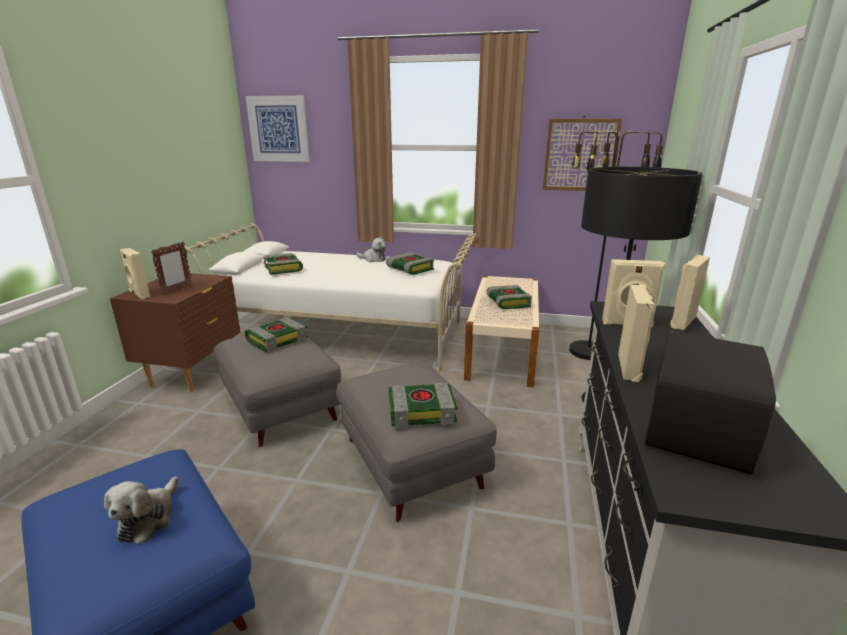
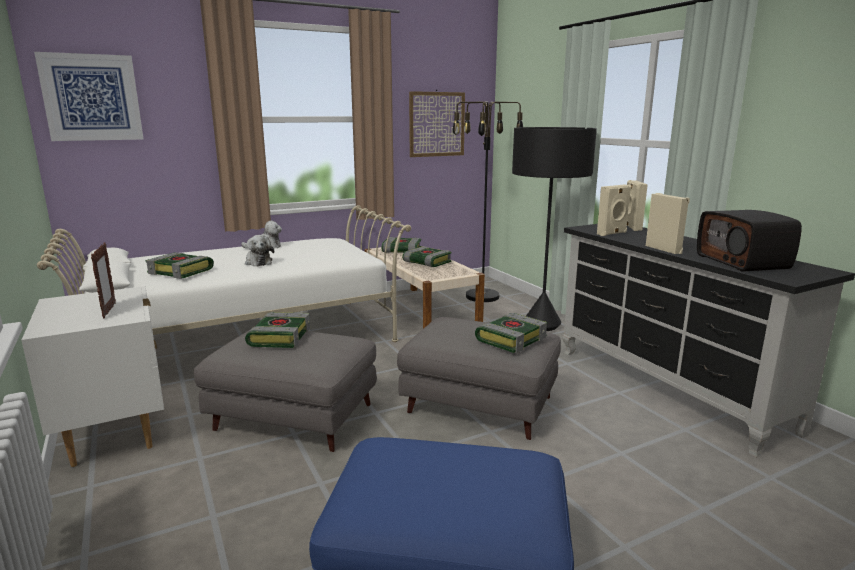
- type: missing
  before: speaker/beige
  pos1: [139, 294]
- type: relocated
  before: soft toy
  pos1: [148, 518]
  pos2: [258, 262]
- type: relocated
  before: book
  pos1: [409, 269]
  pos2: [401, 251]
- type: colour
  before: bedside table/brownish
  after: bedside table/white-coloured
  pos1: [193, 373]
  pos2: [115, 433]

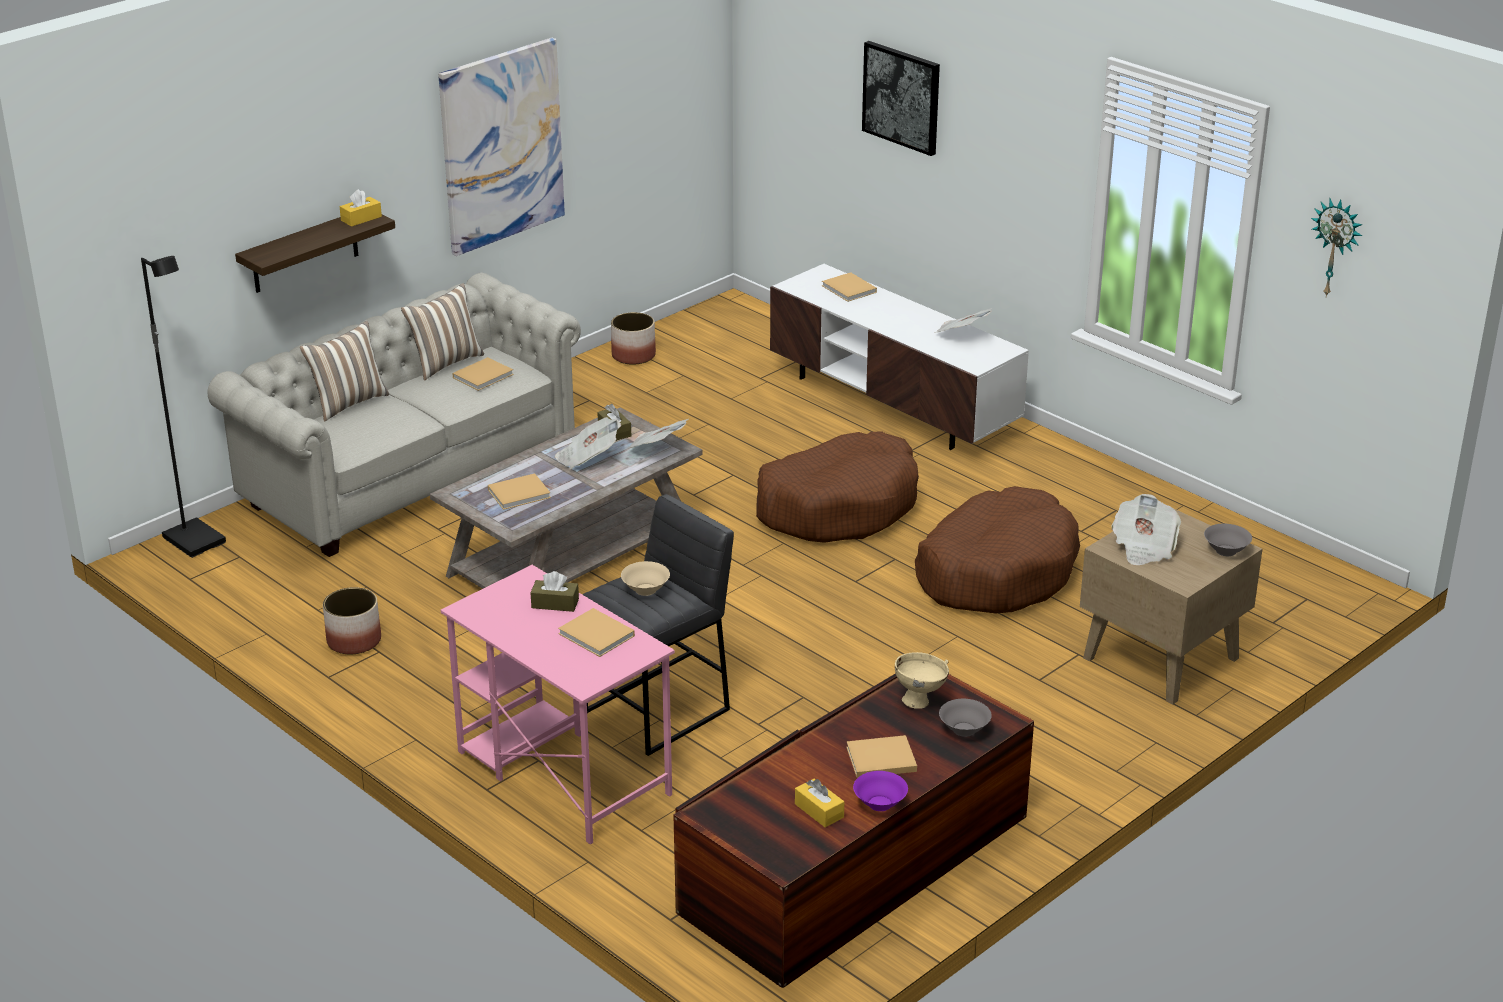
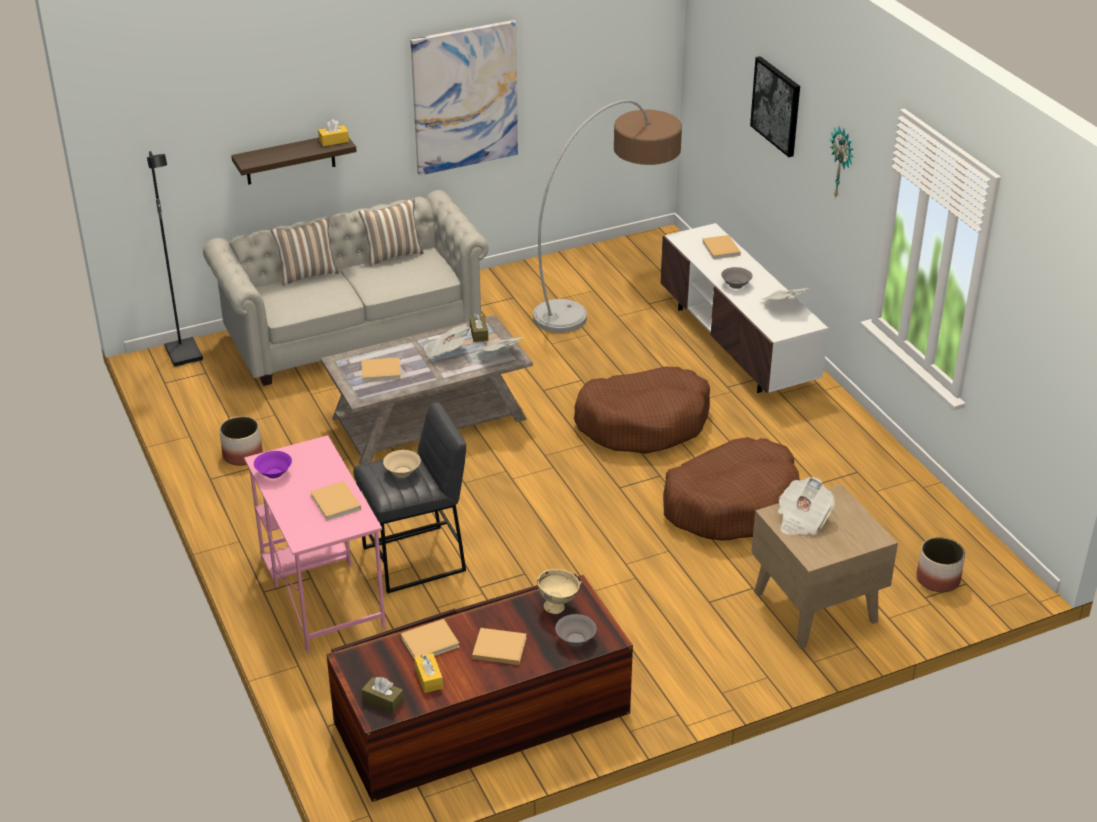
- type: appeared
  after: standard lamp
  pos2: [609, 289]
- type: relocated
  before: book/beige
  pos1: [484, 375]
  pos2: [431, 641]
- type: relocated
  before: box of tissues/brownish
  pos1: [555, 603]
  pos2: [383, 701]
- type: relocated
  before: flower pot
  pos1: [634, 356]
  pos2: [938, 579]
- type: relocated
  before: deep dish/purplish
  pos1: [880, 803]
  pos2: [274, 473]
- type: relocated
  before: deep dish/gray
  pos1: [1225, 550]
  pos2: [735, 285]
- type: relocated
  before: clock on the wall
  pos1: [1335, 247]
  pos2: [842, 163]

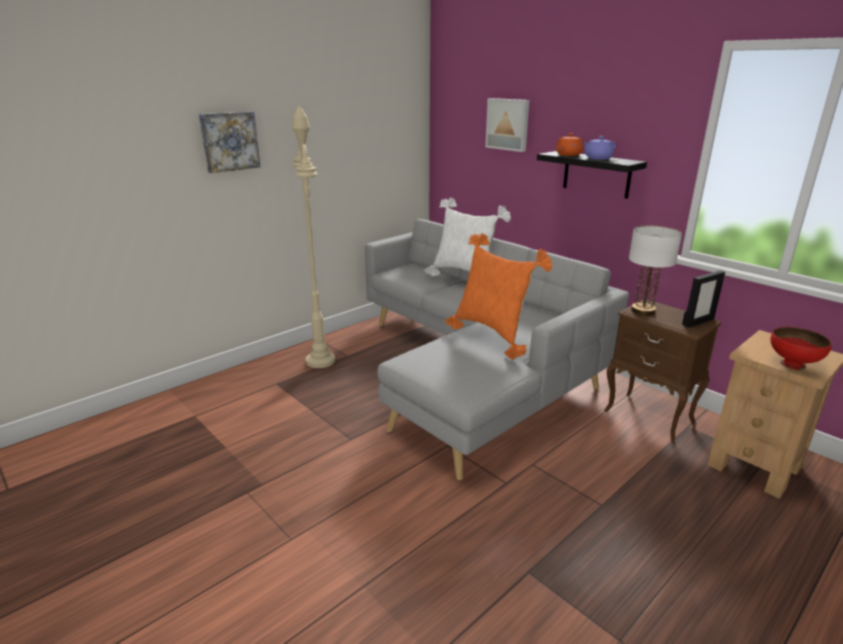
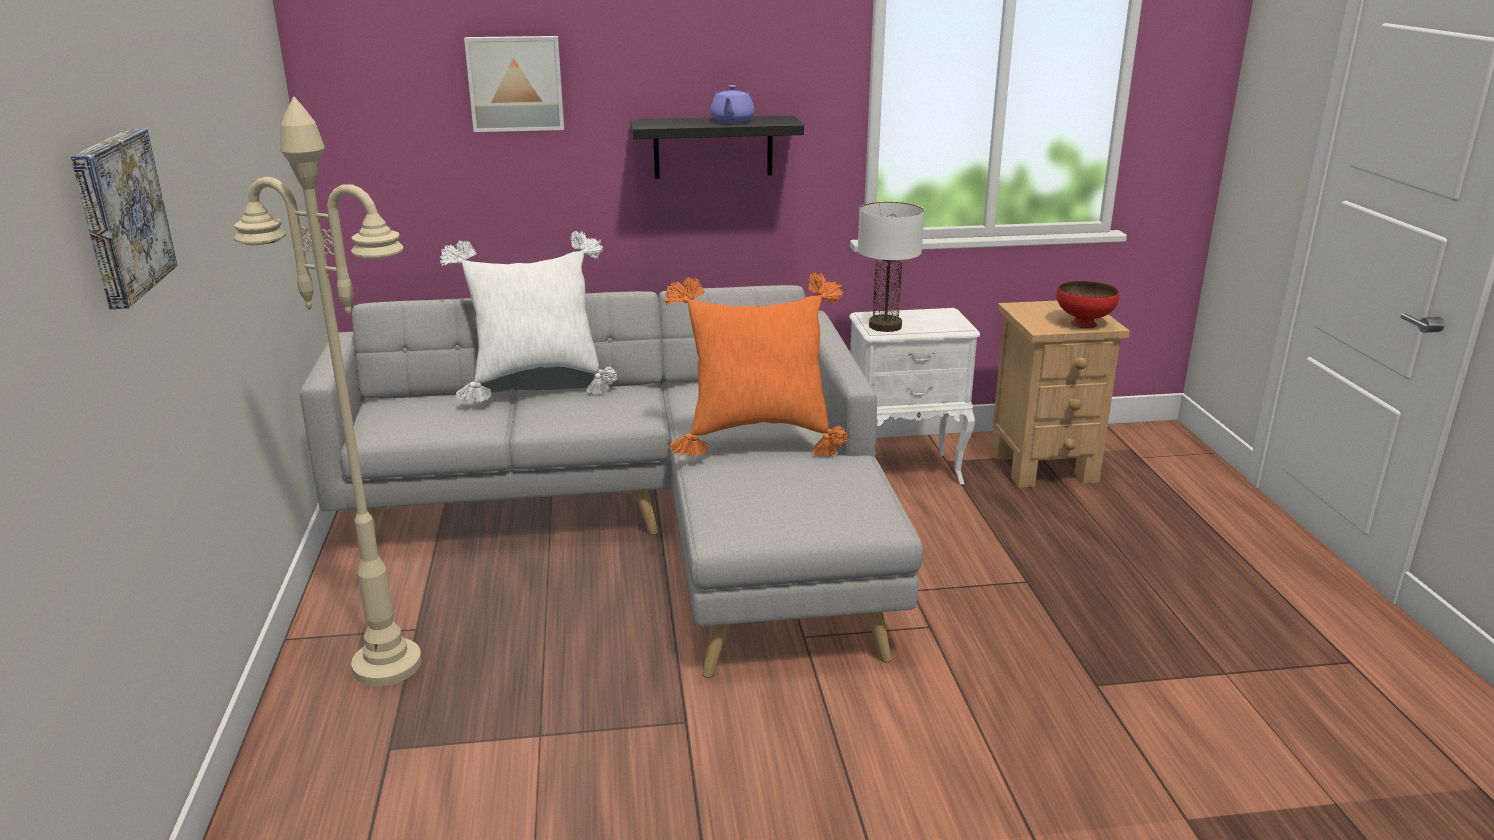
- type: missing
  before: teapot/orangey
  pos1: [568, 155]
- type: missing
  before: picture frame
  pos1: [698, 321]
- type: colour
  before: bedside table/brownish
  after: bedside table/white-coloured
  pos1: [649, 416]
  pos2: [904, 471]

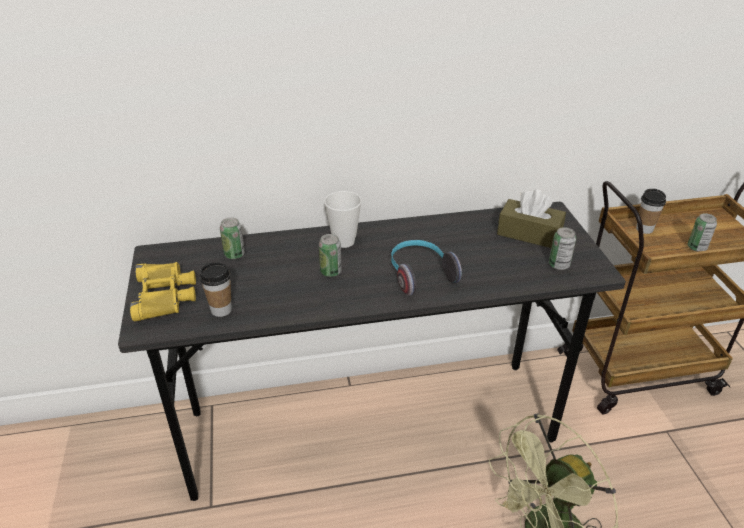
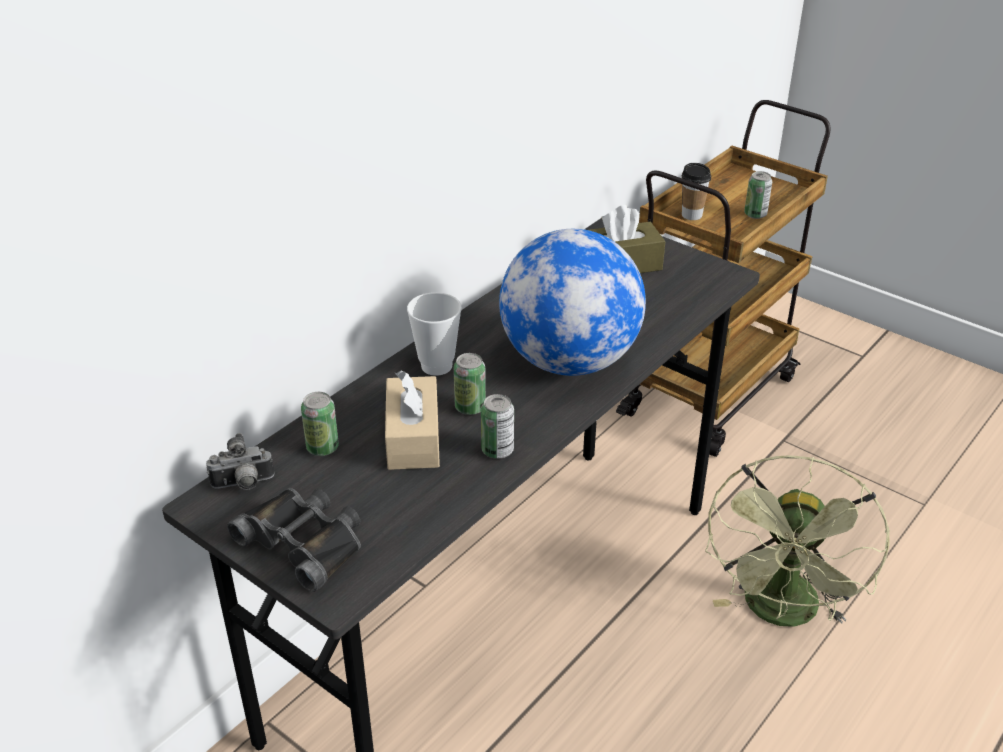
- type: missing
  before: drinking cup
  pos1: [221, 310]
- type: appeared
  after: still camera
  pos2: [243, 485]
- type: appeared
  after: box of tissues/beige
  pos2: [413, 437]
- type: relocated
  before: can
  pos1: [559, 265]
  pos2: [497, 450]
- type: exchanged
  before: pair of headphones
  after: world globe
  pos1: [420, 274]
  pos2: [569, 361]
- type: colour
  before: binoculars/yellow-coloured
  after: binoculars/black
  pos1: [165, 295]
  pos2: [304, 541]

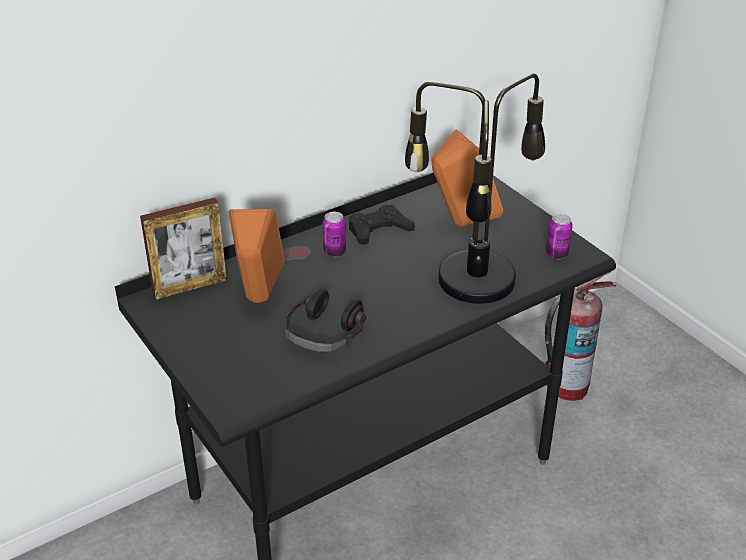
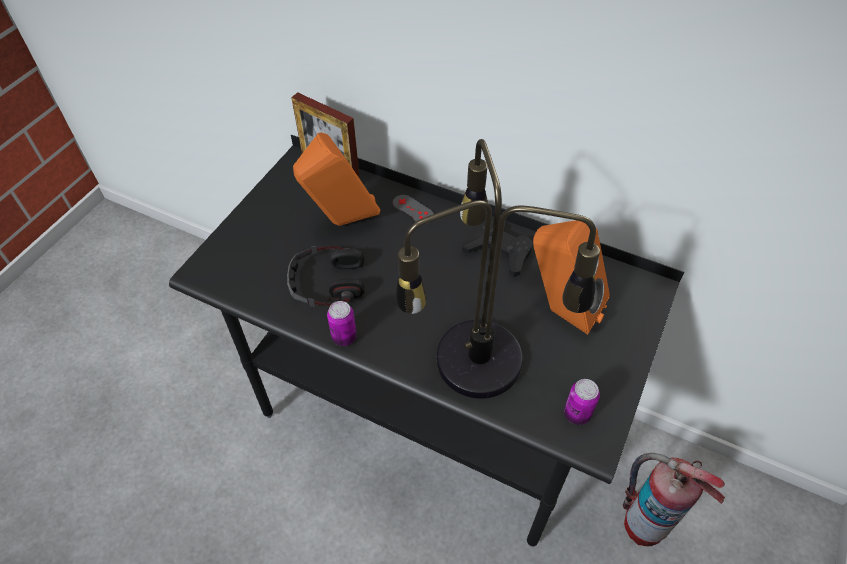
- type: relocated
  before: can
  pos1: [334, 252]
  pos2: [344, 337]

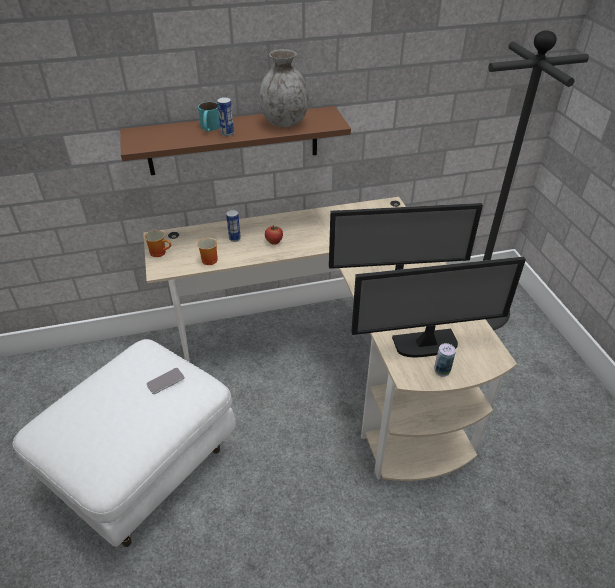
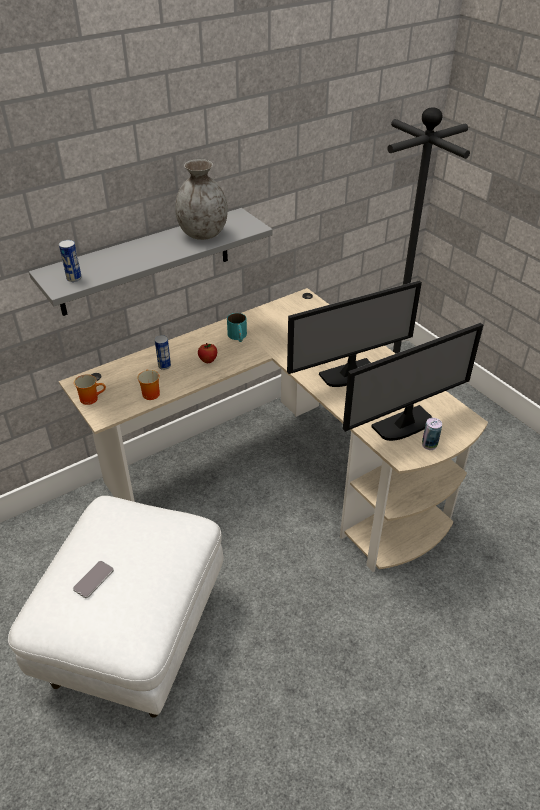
- type: relocated
  before: telephone
  pos1: [165, 381]
  pos2: [93, 579]
- type: relocated
  before: coffee mug/turquoise
  pos1: [209, 128]
  pos2: [238, 337]
- type: relocated
  before: can
  pos1: [227, 133]
  pos2: [74, 278]
- type: colour
  before: shelf/brownish
  after: shelf/gray
  pos1: [233, 141]
  pos2: [145, 262]

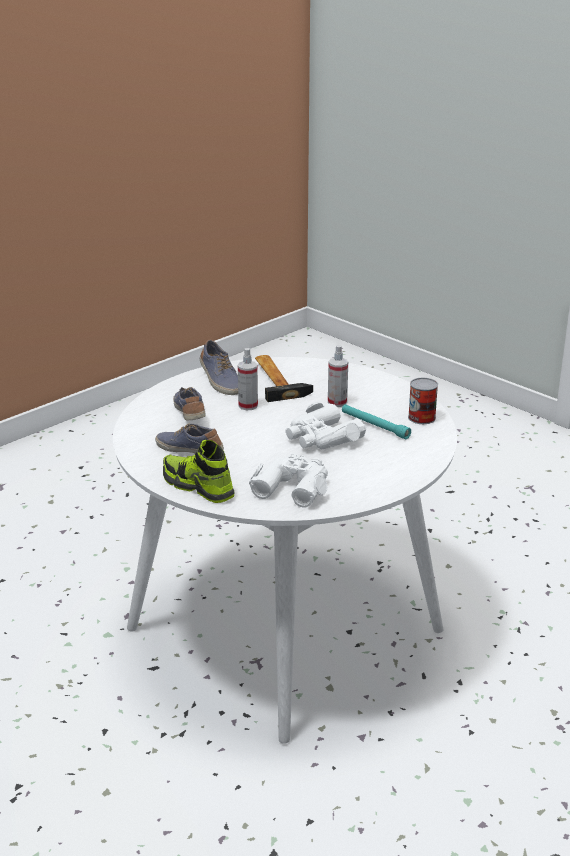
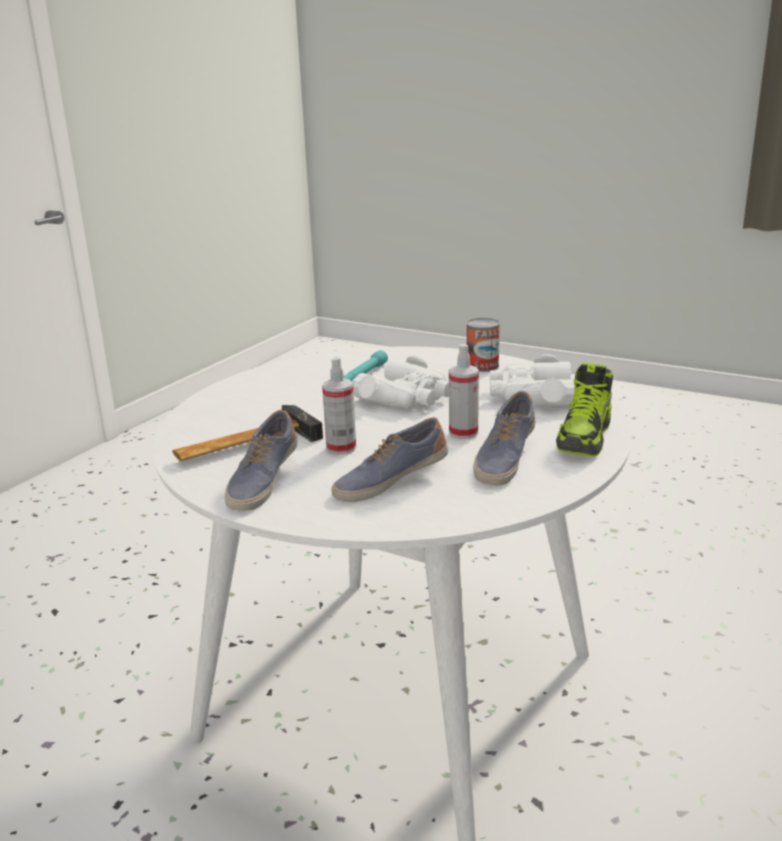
- type: relocated
  before: spray bottle
  pos1: [337, 402]
  pos2: [463, 433]
- type: relocated
  before: can
  pos1: [421, 418]
  pos2: [482, 366]
- type: spun
  before: low shoe
  pos1: [220, 381]
  pos2: [262, 481]
  turn: 150

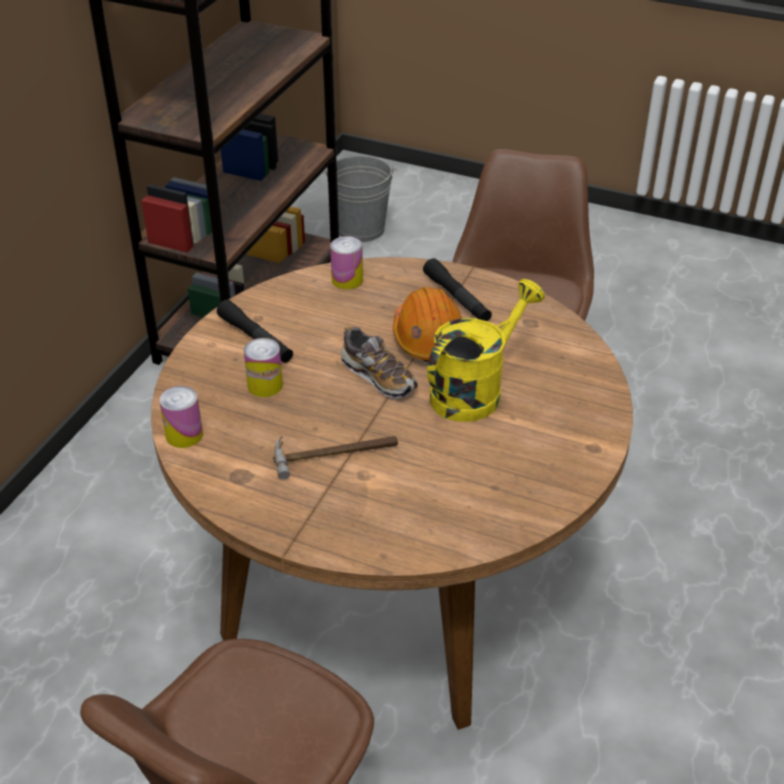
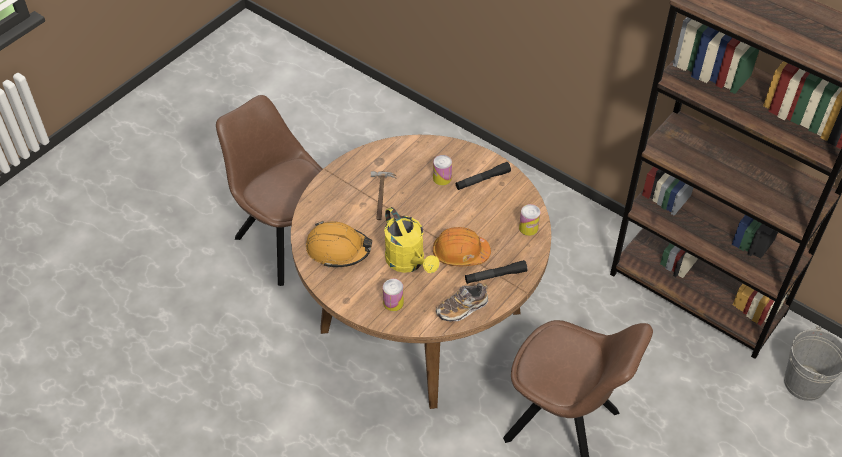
- type: appeared
  after: safety helmet/orangey
  pos2: [338, 249]
- type: relocated
  before: can
  pos1: [184, 435]
  pos2: [393, 303]
- type: relocated
  before: low shoe
  pos1: [378, 377]
  pos2: [462, 308]

